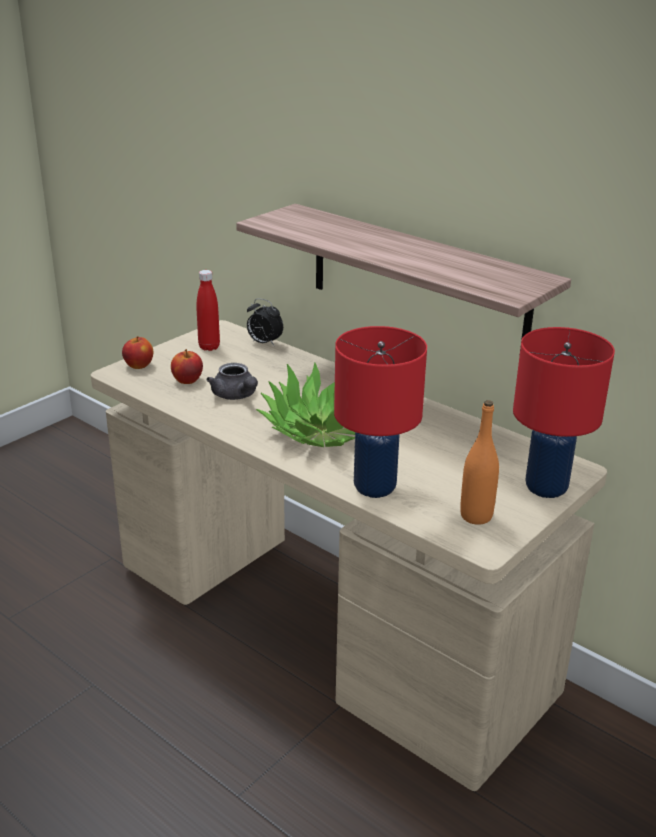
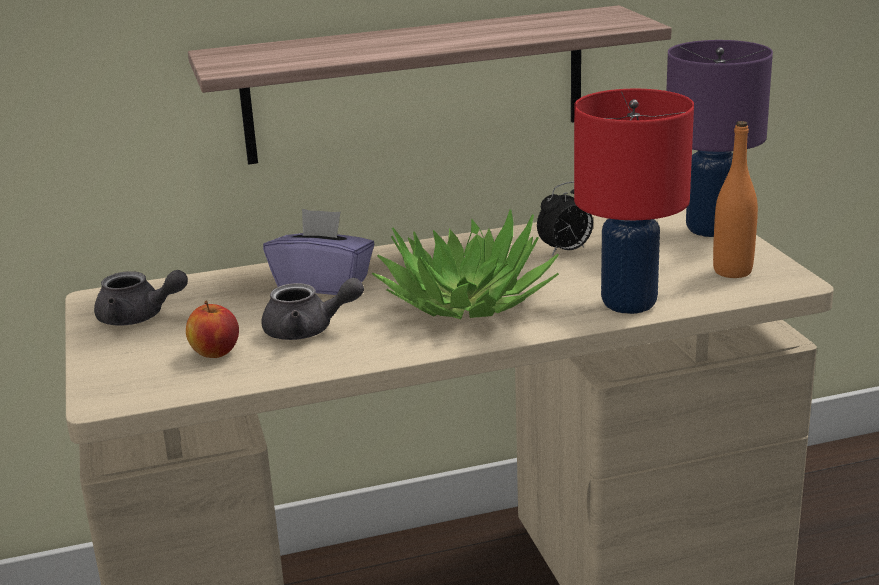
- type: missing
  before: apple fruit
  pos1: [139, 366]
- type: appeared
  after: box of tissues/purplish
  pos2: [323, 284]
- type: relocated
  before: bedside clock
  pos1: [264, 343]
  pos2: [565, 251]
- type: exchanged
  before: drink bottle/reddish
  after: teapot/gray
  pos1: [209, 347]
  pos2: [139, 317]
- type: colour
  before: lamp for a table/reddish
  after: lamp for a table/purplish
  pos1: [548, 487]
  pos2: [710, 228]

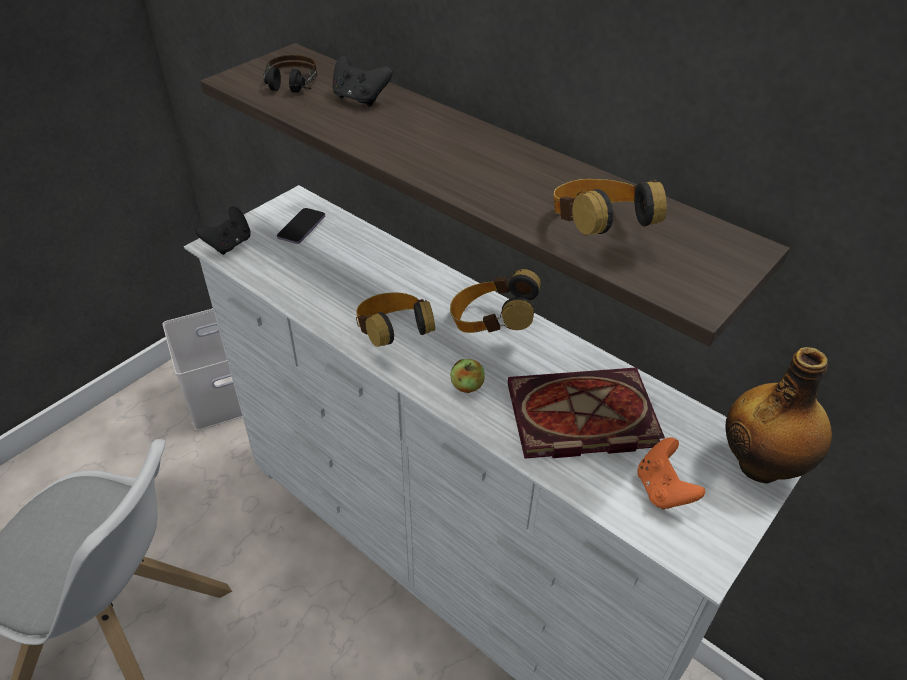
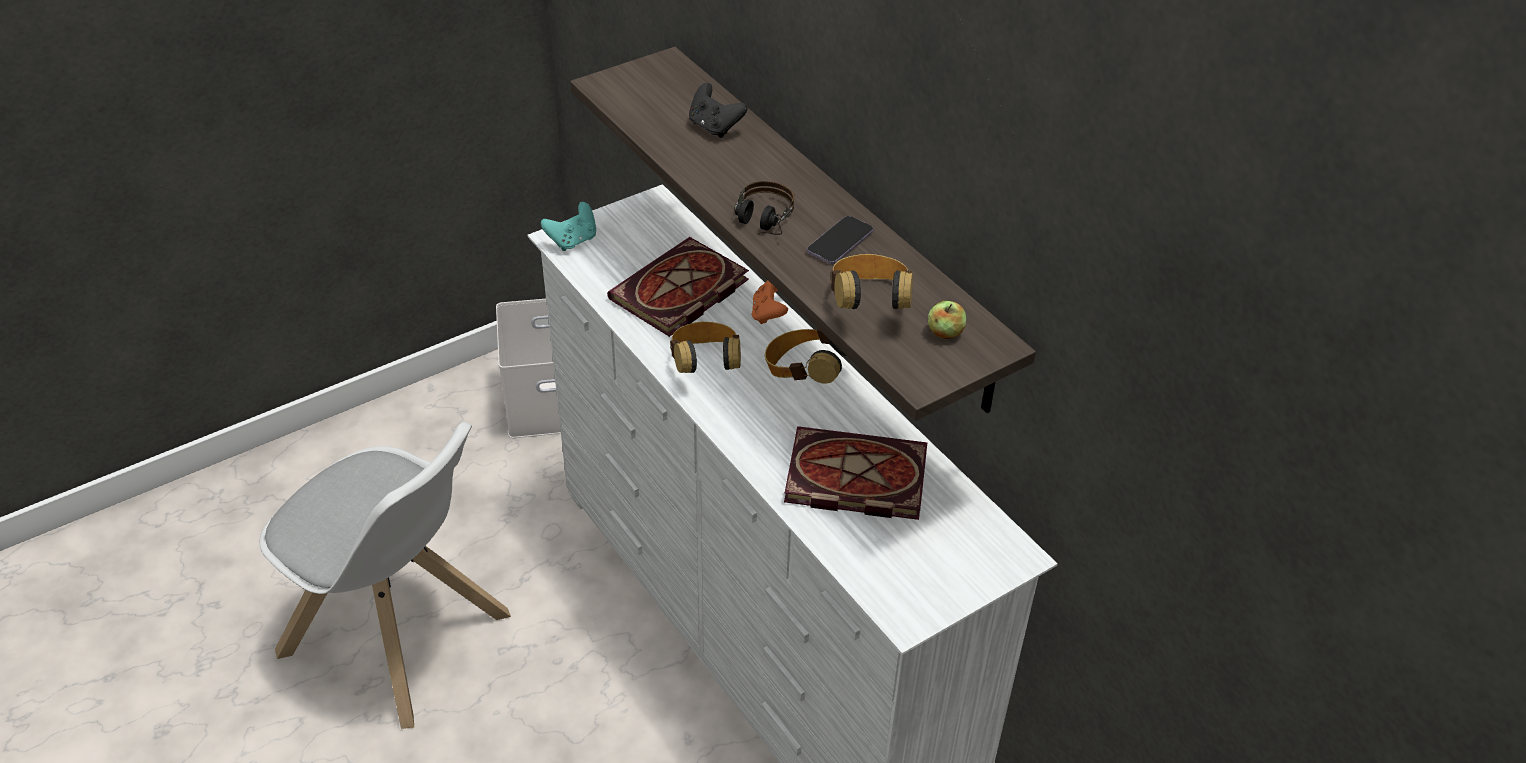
- type: missing
  before: drink bottle
  pos1: [762, 465]
- type: appeared
  after: book
  pos2: [679, 293]
- type: relocated
  before: pair of headphones
  pos1: [290, 90]
  pos2: [761, 224]
- type: relocated
  before: telephone
  pos1: [301, 227]
  pos2: [840, 242]
- type: relocated
  before: apple fruit
  pos1: [467, 386]
  pos2: [945, 333]
- type: relocated
  before: joypad/orangey
  pos1: [662, 489]
  pos2: [770, 313]
- type: colour
  before: joypad/black
  after: joypad/turquoise
  pos1: [229, 244]
  pos2: [573, 241]

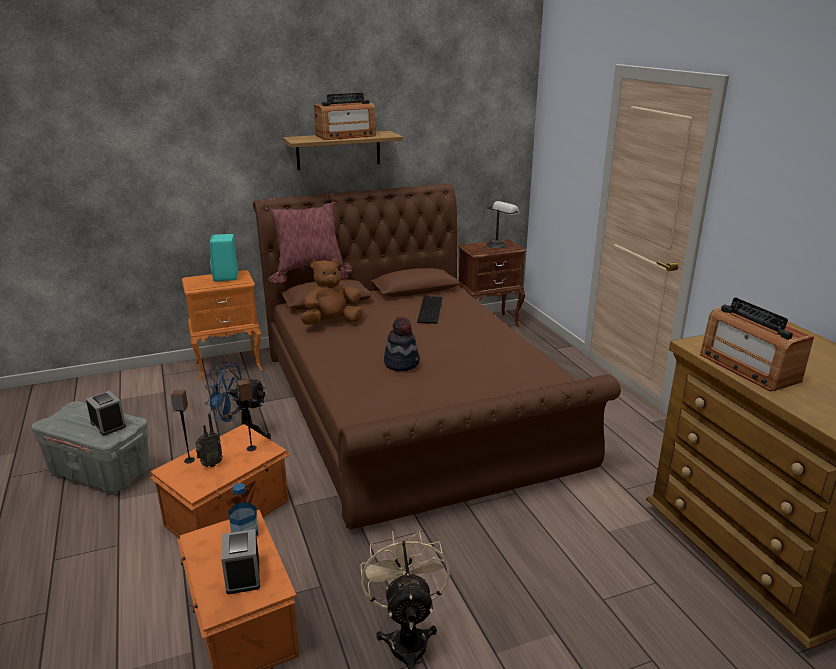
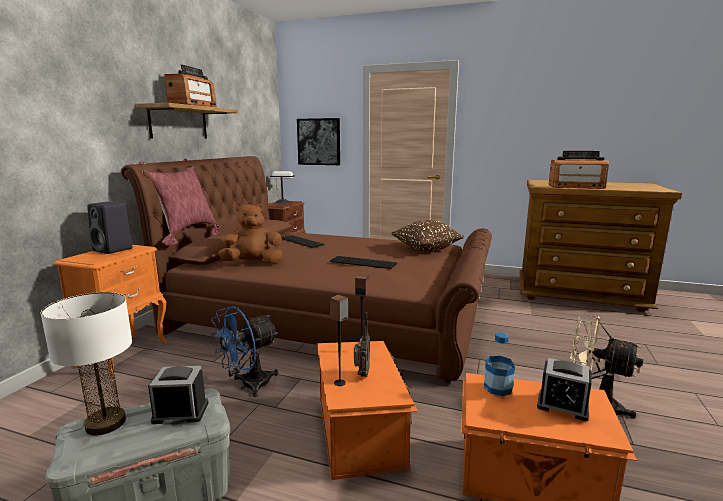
- type: appeared
  after: lamp for a table
  pos2: [106, 423]
- type: appeared
  after: wall picture
  pos2: [319, 142]
- type: appeared
  after: cushion/brownish
  pos2: [426, 249]
- type: exchanged
  before: hat
  after: PC keyboard
  pos1: [402, 363]
  pos2: [363, 262]
- type: colour
  before: speaker/turquoise
  after: speaker/black
  pos1: [226, 277]
  pos2: [114, 250]
- type: spun
  before: soft toy/brownish
  pos1: [332, 323]
  pos2: [253, 263]
  turn: 60

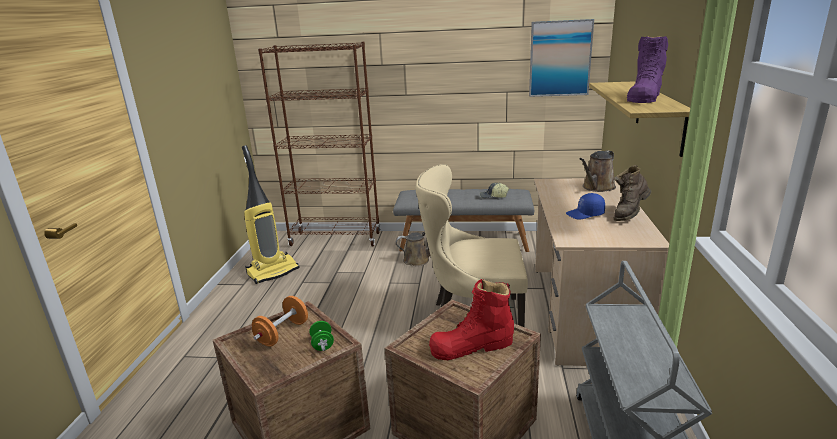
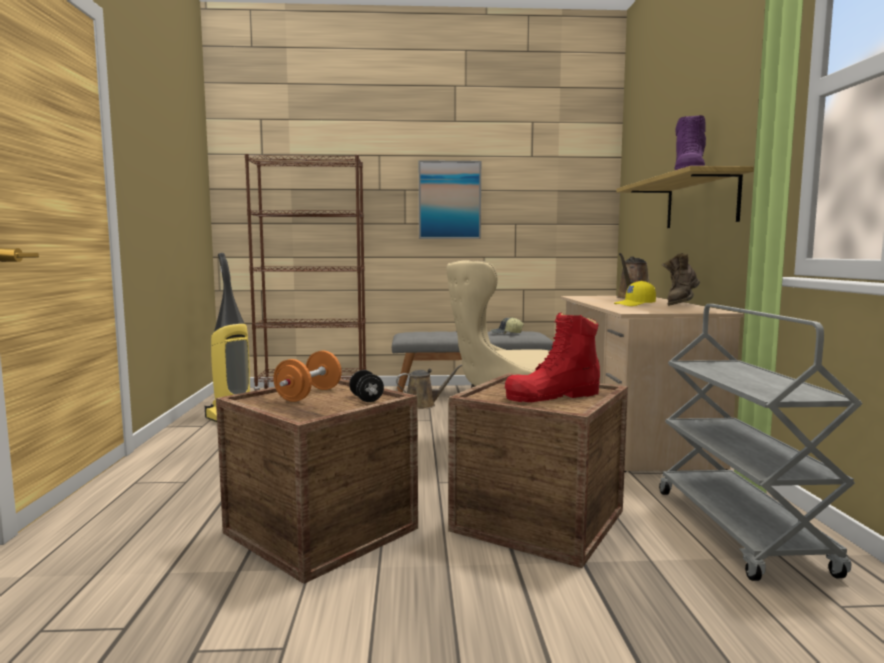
- type: relocated
  before: wall picture
  pos1: [560, 58]
  pos2: [449, 200]
- type: colour
  before: hand weight/green
  after: hand weight/black
  pos1: [322, 344]
  pos2: [366, 399]
- type: colour
  before: cap/blue
  after: cap/yellow-coloured
  pos1: [585, 214]
  pos2: [635, 304]

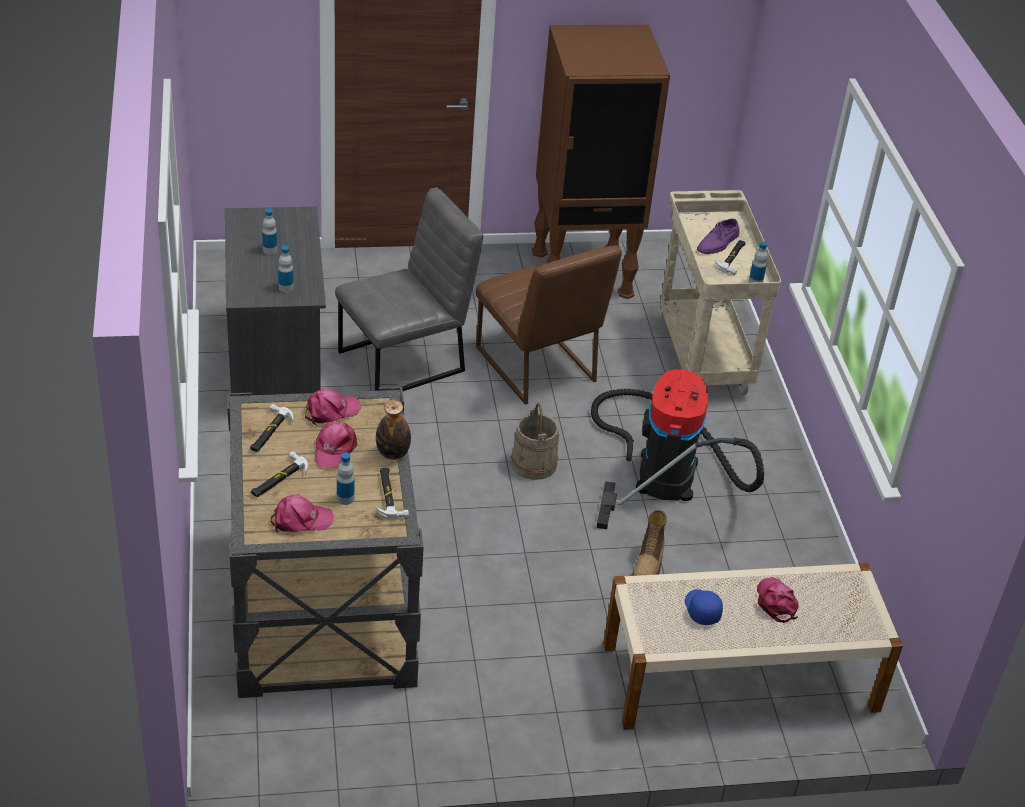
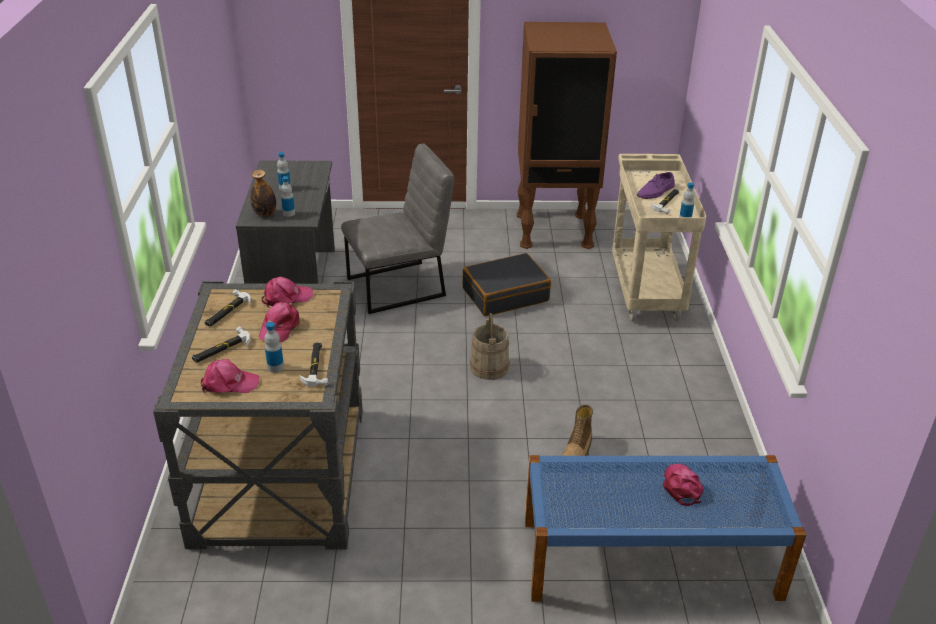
- type: missing
  before: hoover
  pos1: [664, 470]
- type: missing
  before: cap/blue
  pos1: [701, 609]
- type: relocated
  before: drink bottle
  pos1: [393, 453]
  pos2: [265, 214]
- type: exchanged
  before: plain chair/brownish
  after: travel case/black
  pos1: [536, 366]
  pos2: [505, 294]
- type: colour
  before: indoor bench/beige
  after: indoor bench/blue
  pos1: [740, 678]
  pos2: [649, 560]

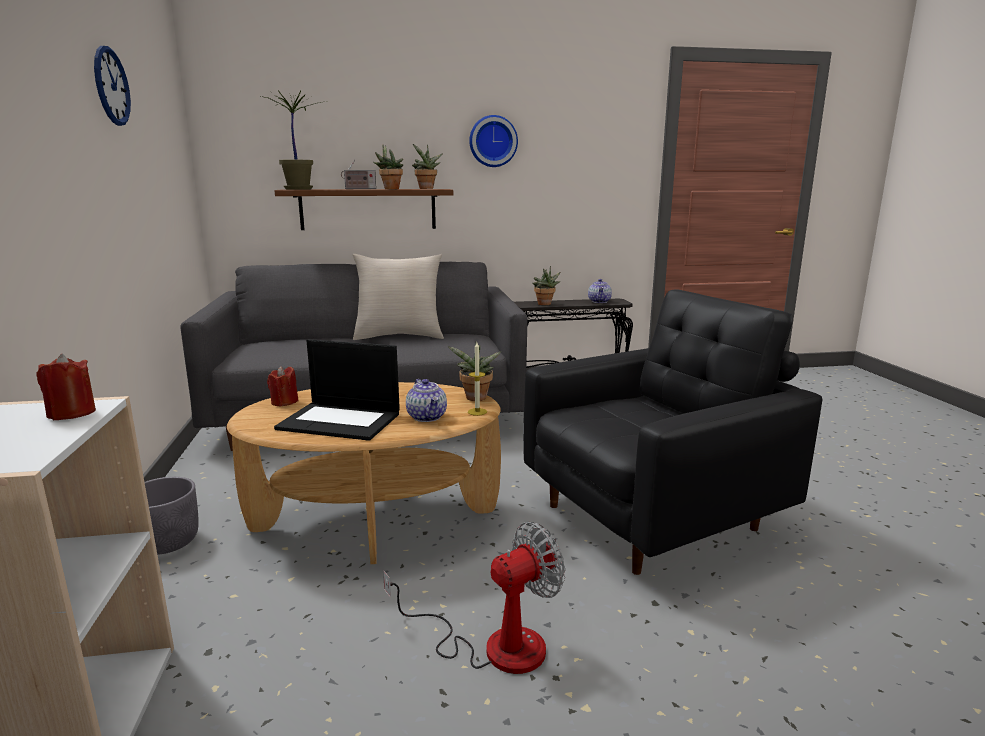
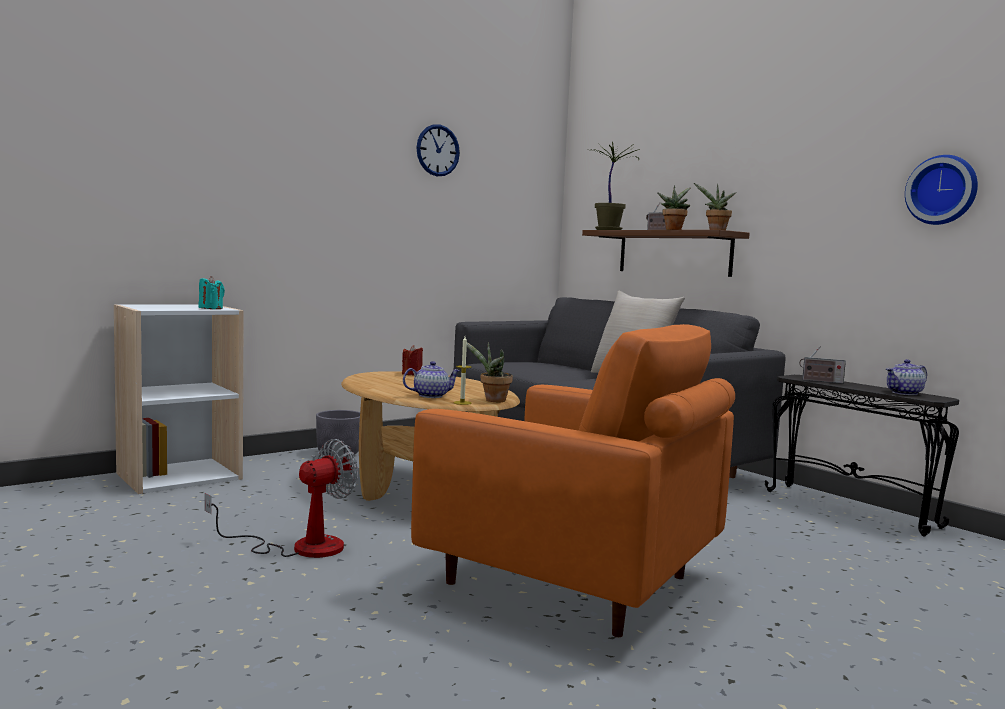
- type: missing
  before: laptop
  pos1: [341, 421]
- type: relocated
  before: clock on the wall
  pos1: [493, 141]
  pos2: [942, 190]
- type: exchanged
  before: potted plant
  after: radio receiver
  pos1: [545, 304]
  pos2: [820, 381]
- type: colour
  before: candle/reddish
  after: candle/turquoise
  pos1: [71, 413]
  pos2: [211, 308]
- type: colour
  before: easy chair/black
  after: easy chair/orangey
  pos1: [654, 516]
  pos2: [573, 581]
- type: spun
  before: cooling fan
  pos1: [493, 645]
  pos2: [300, 547]
  turn: -75
- type: spun
  before: teapot
  pos1: [427, 417]
  pos2: [431, 396]
  turn: -150

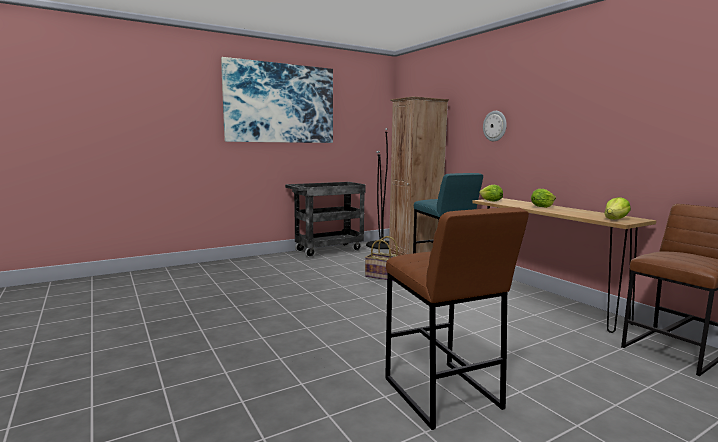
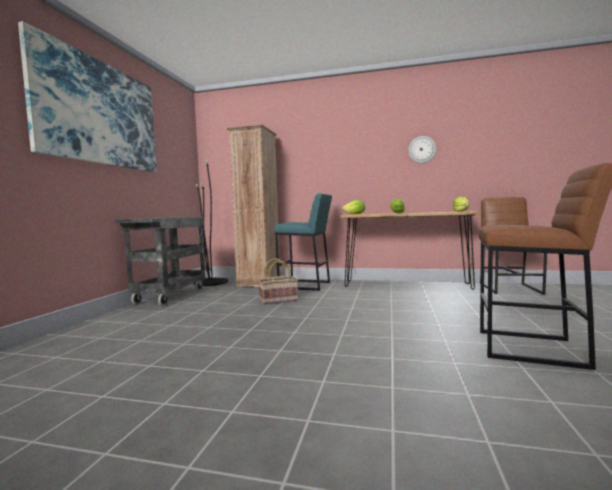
- type: relocated
  before: clock on the wall
  pos1: [495, 126]
  pos2: [422, 149]

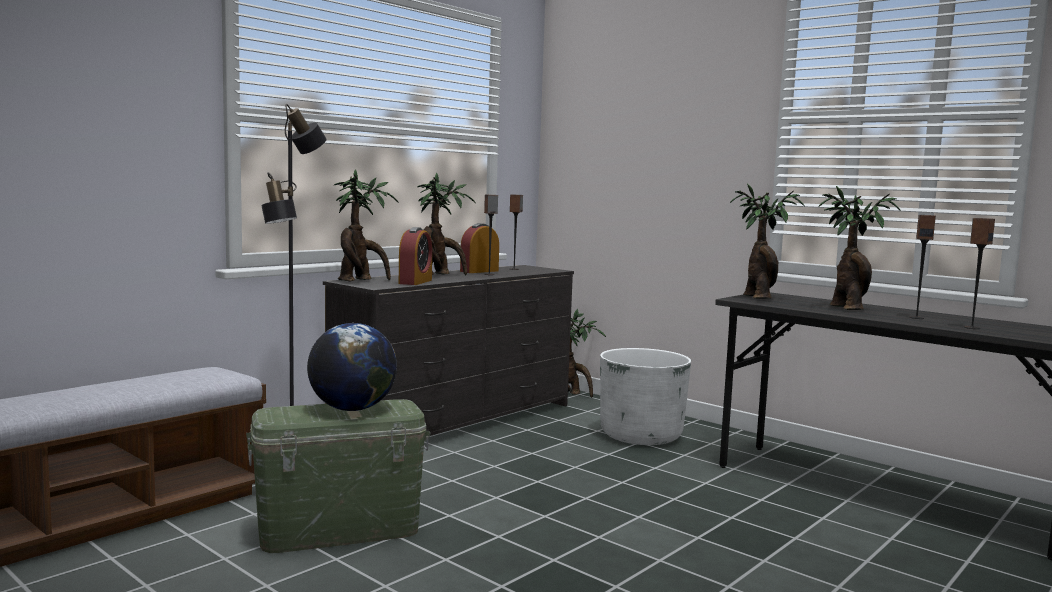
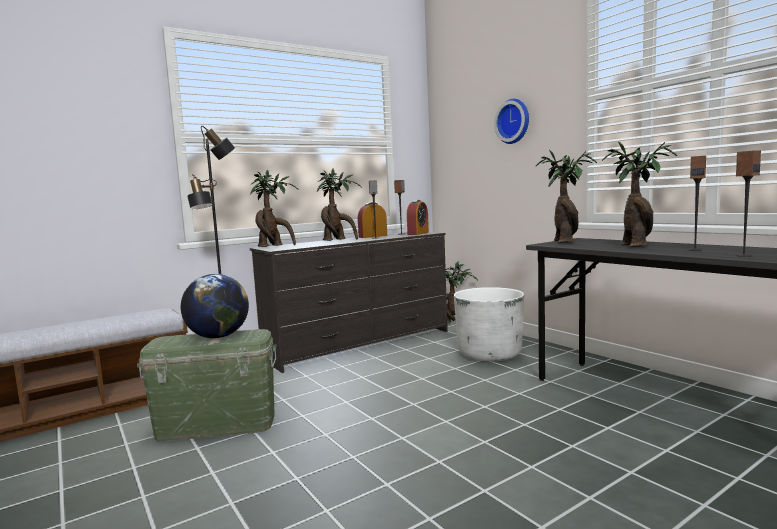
- type: appeared
  after: clock on the wall
  pos2: [514, 121]
- type: relocated
  before: bedside clock
  pos1: [415, 282]
  pos2: [418, 233]

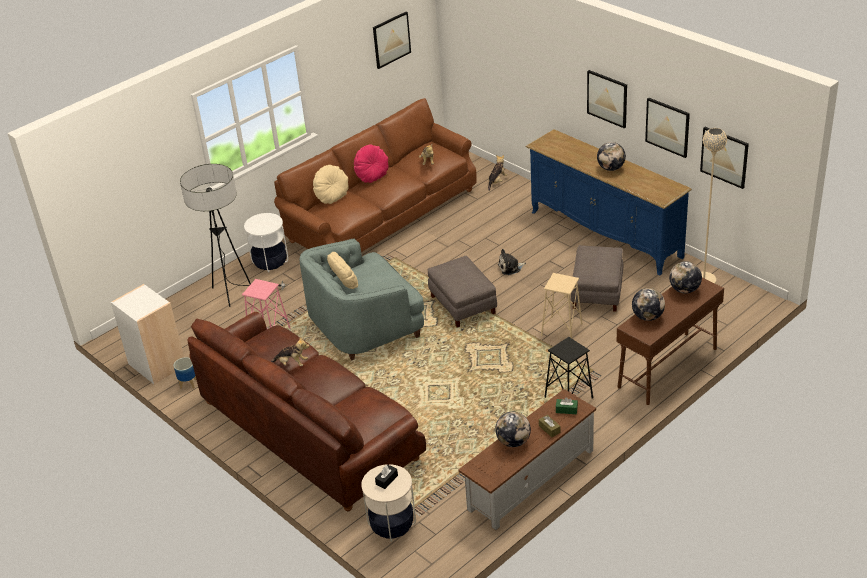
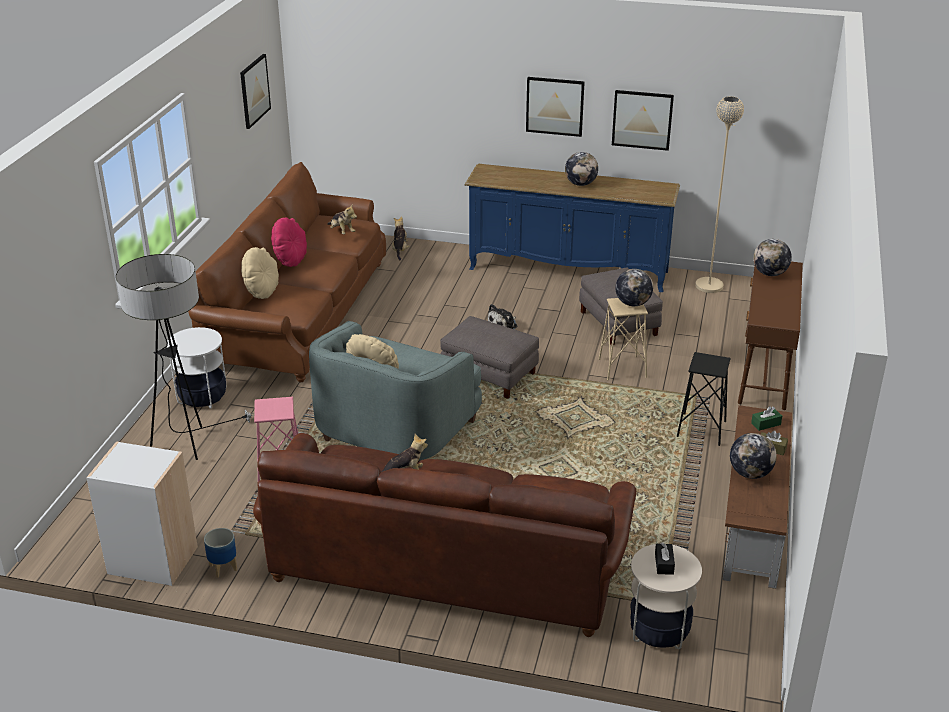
- type: missing
  before: wall picture
  pos1: [724, 157]
- type: relocated
  before: world globe
  pos1: [647, 317]
  pos2: [632, 303]

